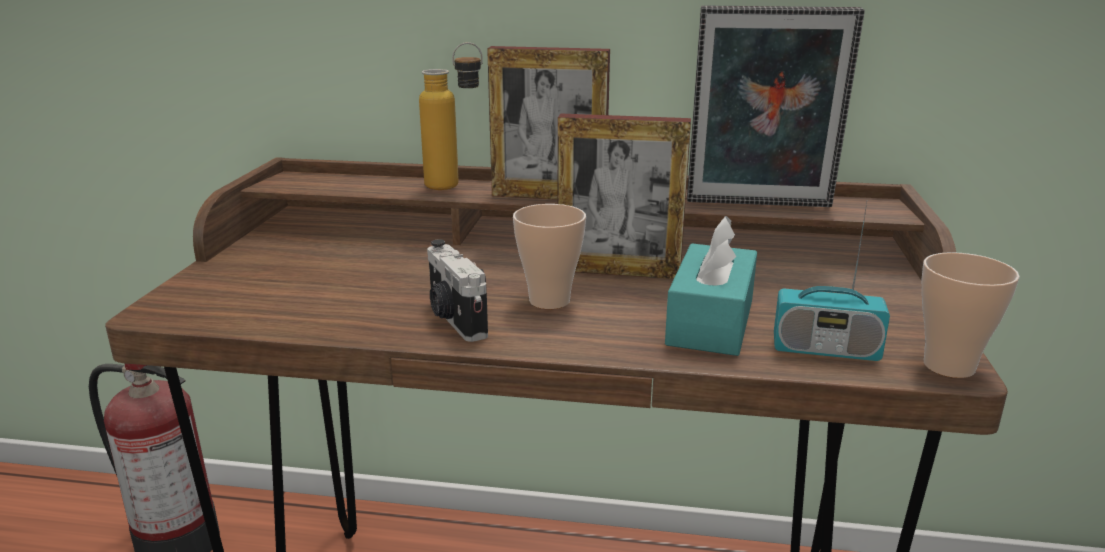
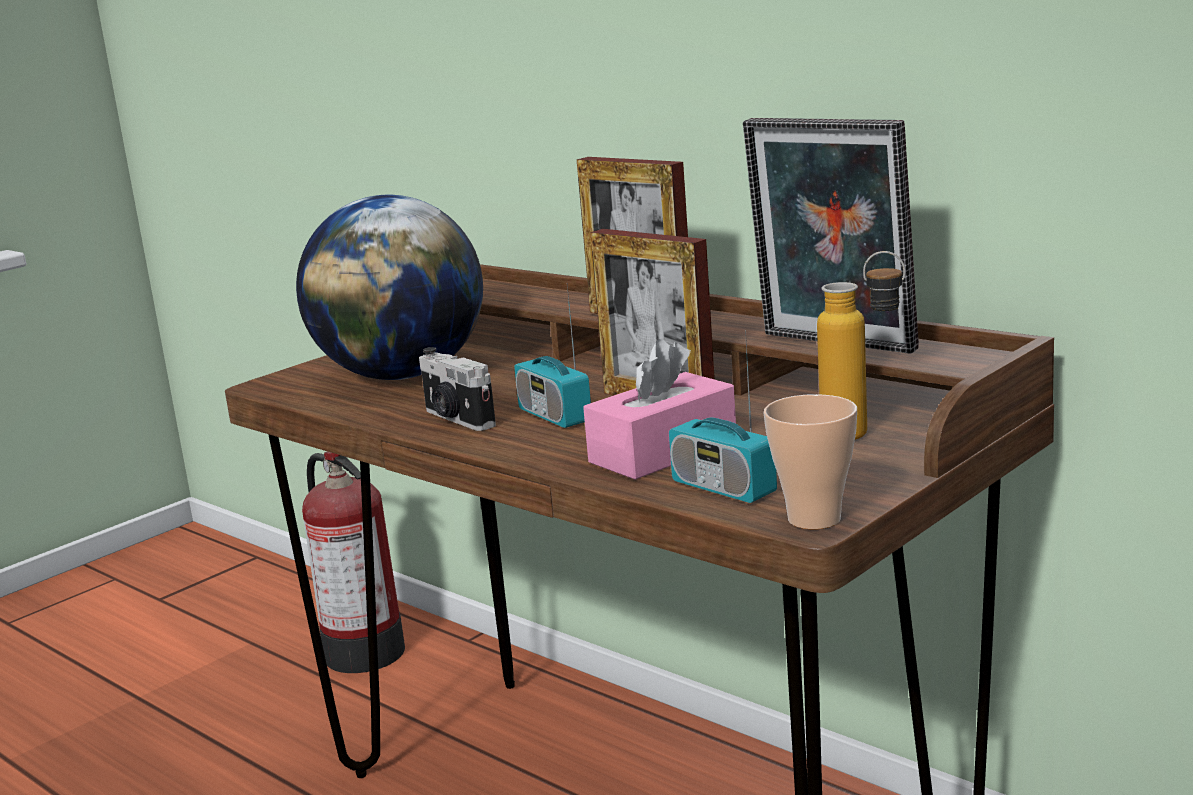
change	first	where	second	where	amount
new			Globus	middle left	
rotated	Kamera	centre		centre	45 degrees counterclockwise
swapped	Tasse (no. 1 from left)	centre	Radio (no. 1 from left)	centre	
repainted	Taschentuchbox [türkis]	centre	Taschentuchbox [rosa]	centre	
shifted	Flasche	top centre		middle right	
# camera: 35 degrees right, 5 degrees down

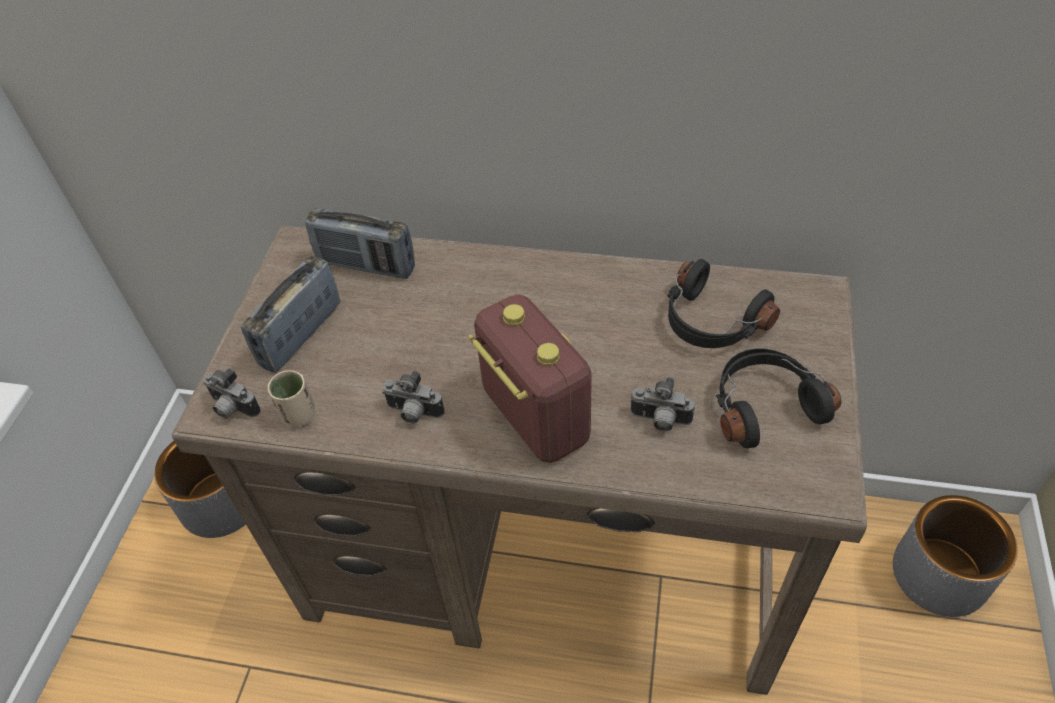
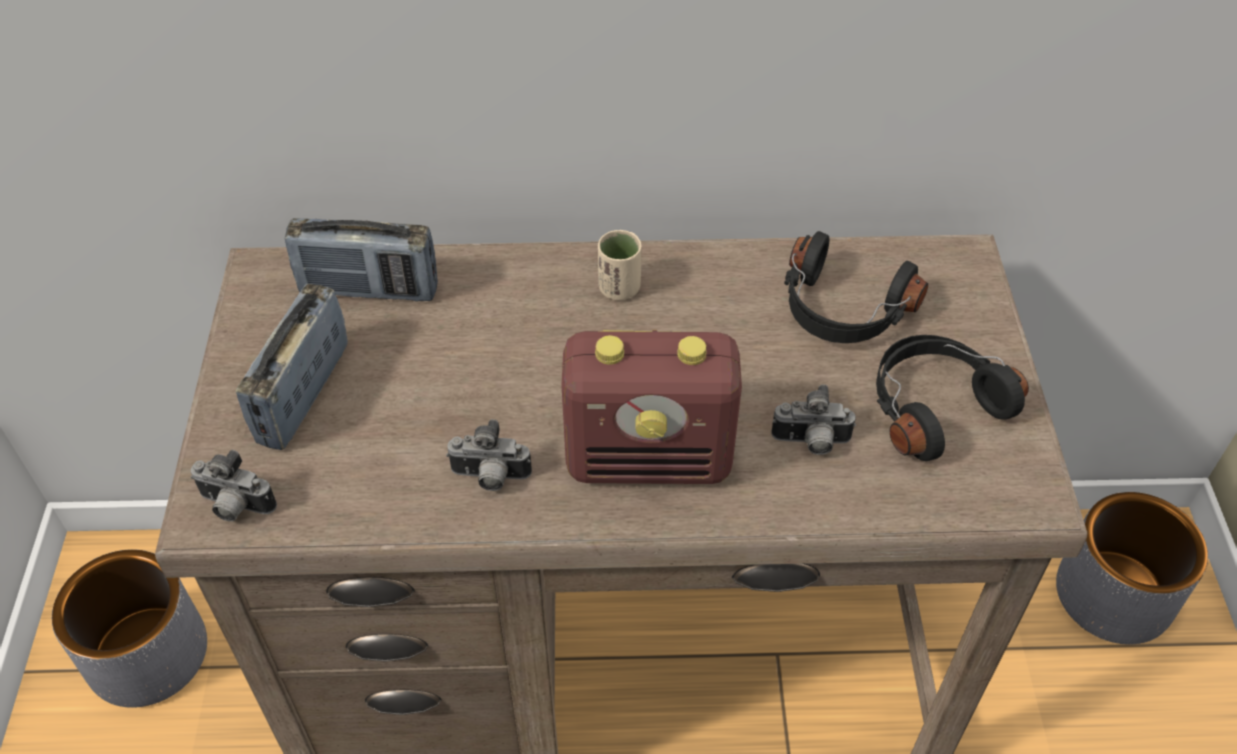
change	first	where	second	where	amount
rotated	Radio (no. 3 from left)	centre		centre	135 degrees clockwise
shifted	Tasse [beige]	middle left		centre	
# camera: 15 degrees left, 0 degrees up

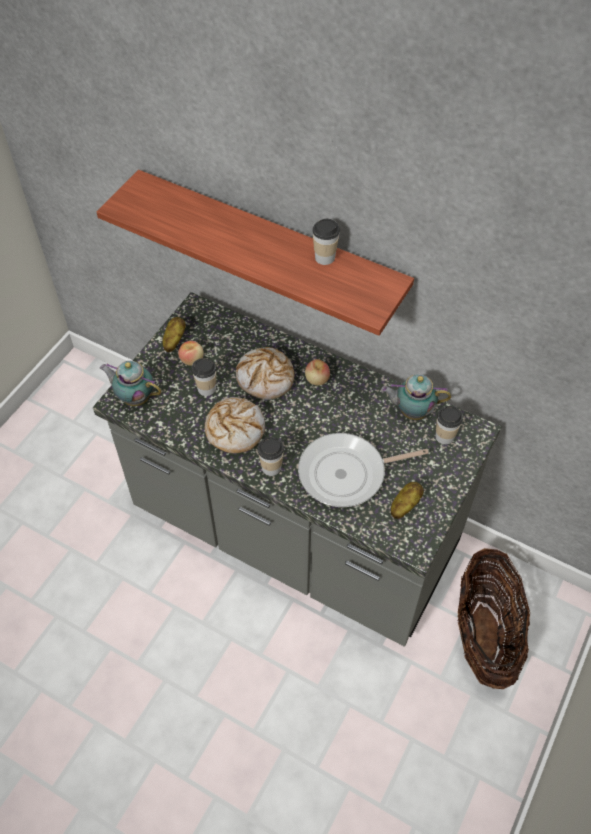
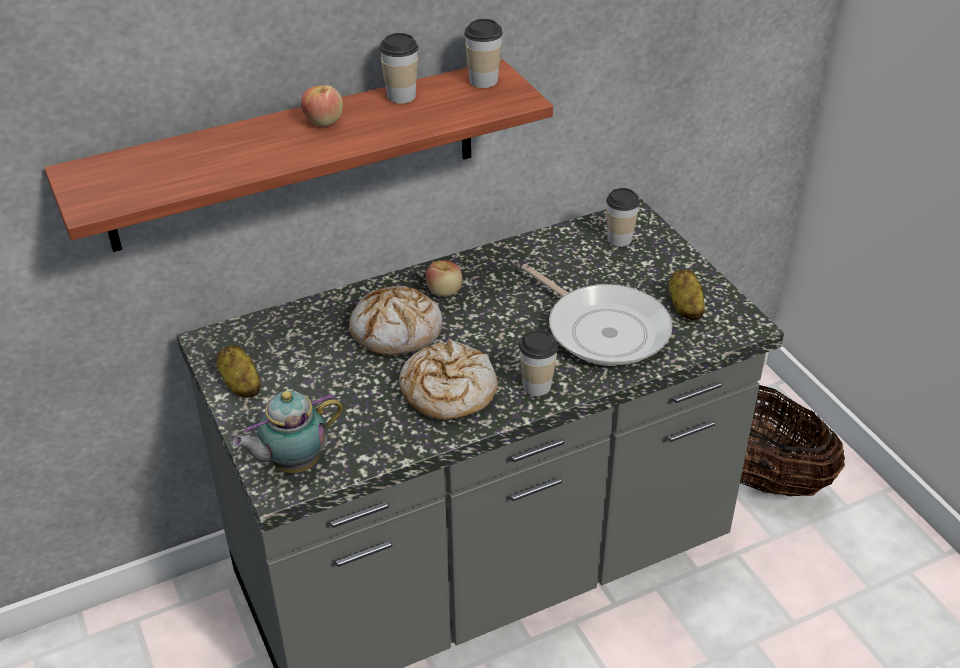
change	first	where	second	where	amount
shifted	Apfel (no. 1 from left)	middle left		top centre	
shifted	Tasse (no. 1 from left in the first image)	centre	Tasse (no. 2 from left)	top centre	
rotated	Pfanne	centre		centre	60 degrees counterclockwise
gone	Teekanne (no. 2 from left)	middle right			
# camera: 55 degrees left, 15 degrees down

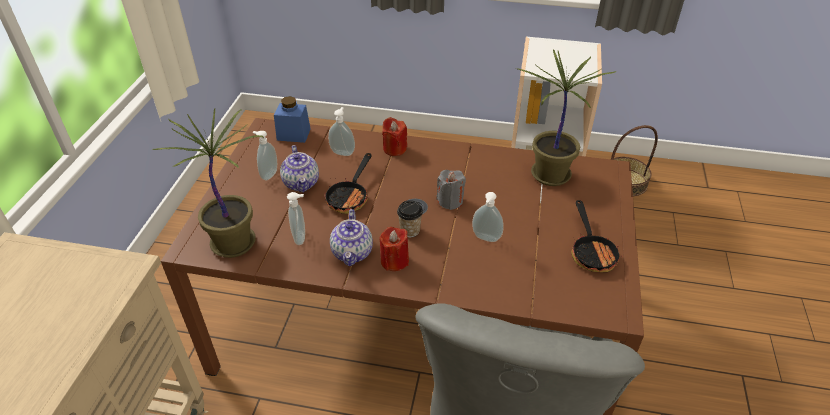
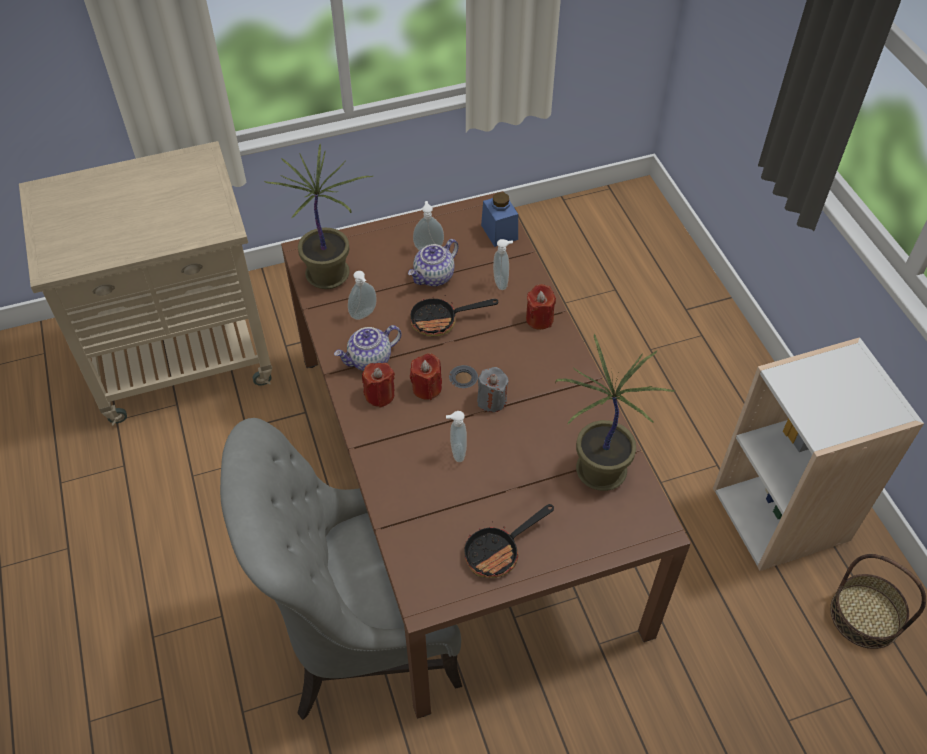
change	first	where	second	where	amount
swapped	Tasse	centre	Kerze [rot] (no. 2 from left)	centre	
# camera: 60 degrees right, 10 degrees up

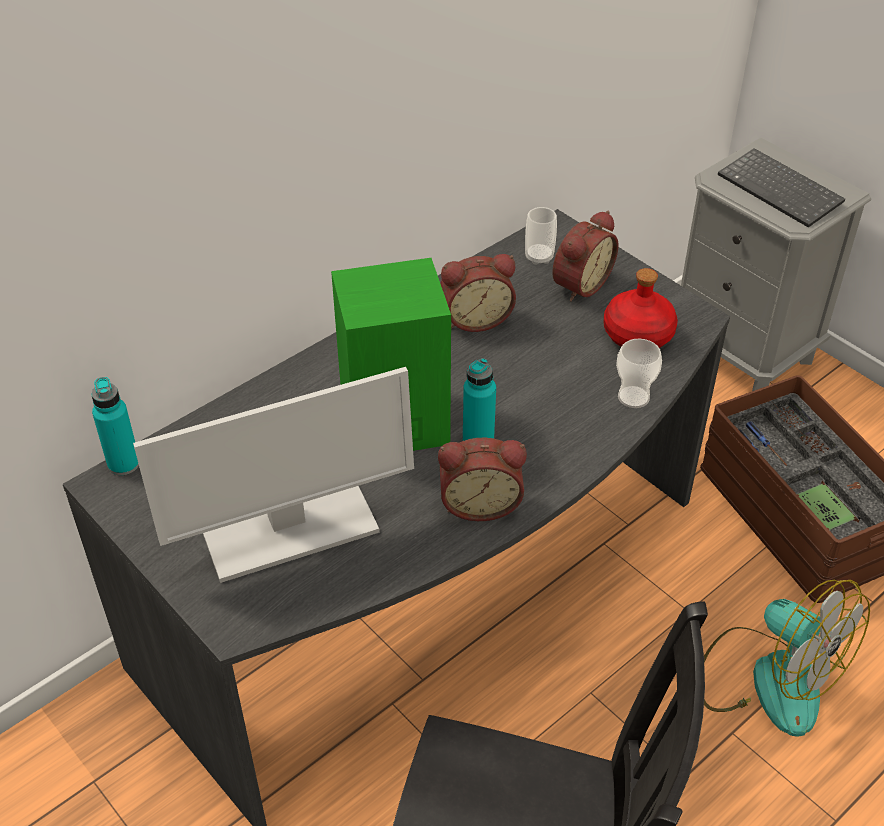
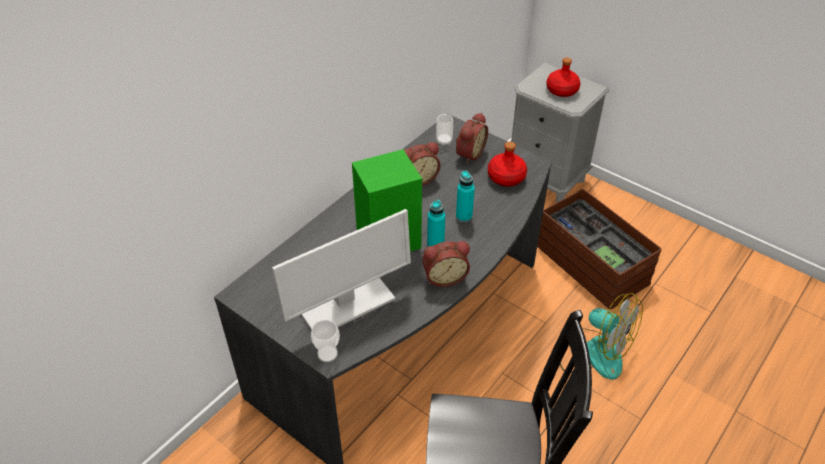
change	first	where	second	where	amount
shifted	Tasse (no. 2 from left in the first image)	middle right	Tasse (no. 1 from left)	bottom centre	
shifted	Flasche [türkis] (no. 1 from left in the first image)	middle left	Flasche [türkis] (no. 2 from left)	centre	
swapped	Tastatur	top right	Flasche [rot] (no. 2 from left)	top right	
# camera: 10 degrees left, 0 degrees up

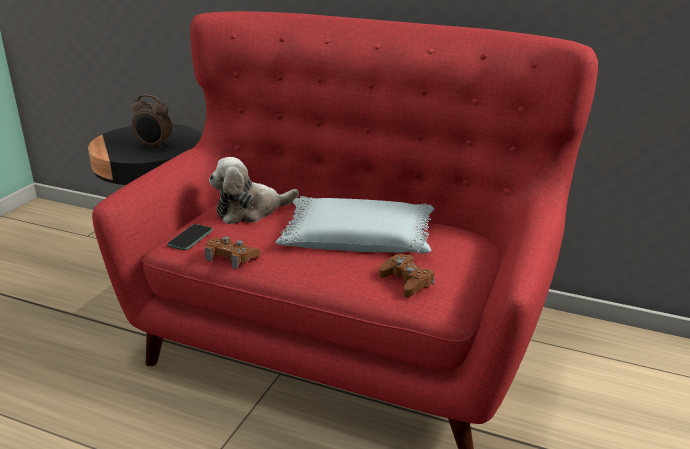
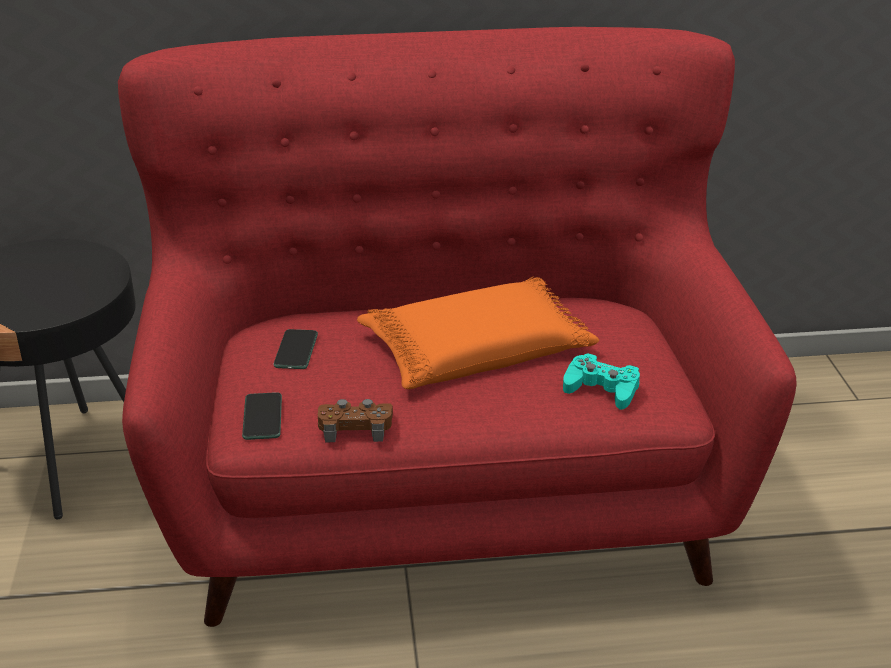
change	first	where	second	where	amount
swapped	Plüschtier	centre	Handy (no. 2 from left)	middle left	
repainted	Kissen [blau]	centre	Kissen [orange]	centre	
repainted	Gamepad [braun] (no. 2 from left)	centre	Gamepad [türkis]	middle right	
gone	Wecker	top left			
# camera: 30 degrees left, 5 degrees up

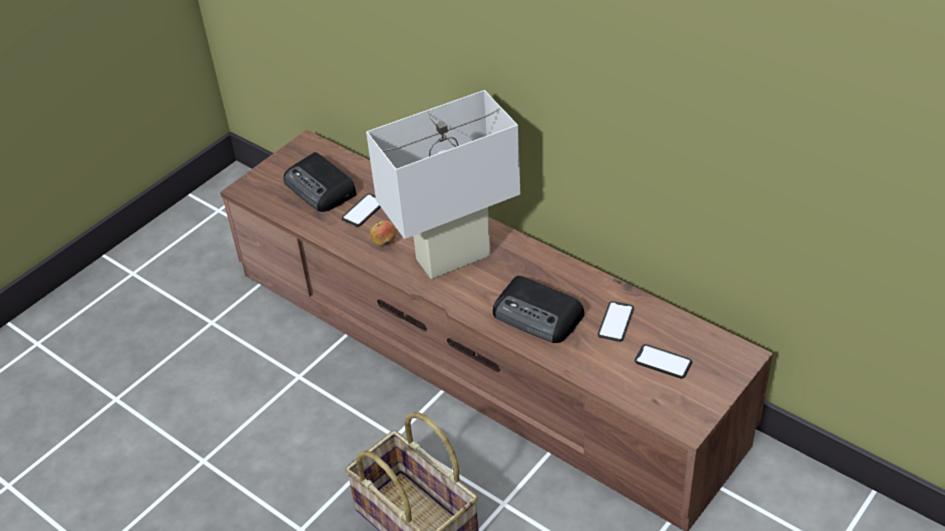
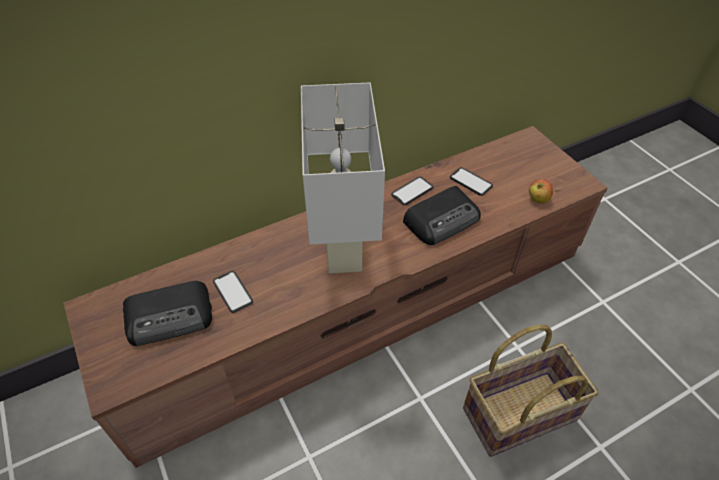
change	first	where	second	where	amount
shifted	Handy (no. 3 from left in the first image)	bottom right	Handy (no. 2 from left)	centre	
shifted	Apfel	centre		middle right	
# camera: 70 degrees left, 5 degrees up

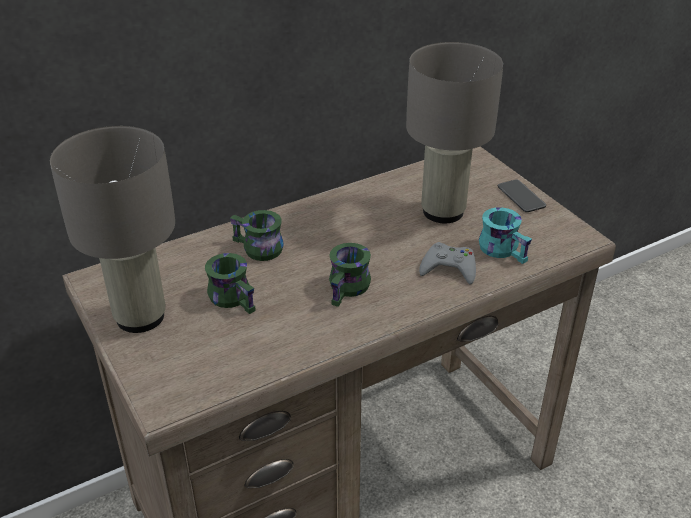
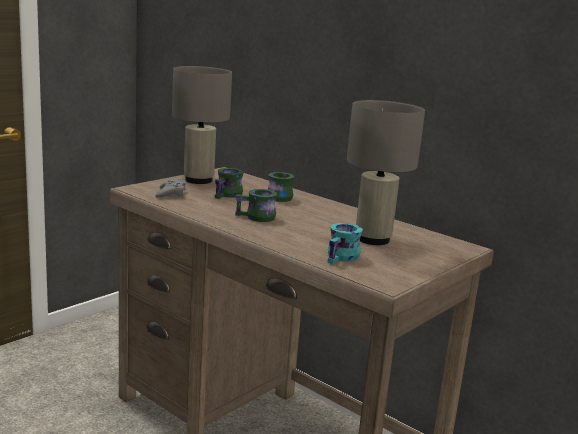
change	first	where	second	where	amount
shifted	Gamepad [grau]	centre		middle left	
gone	Handy	middle right			
# camera: 70 degrees right, 20 degrees down

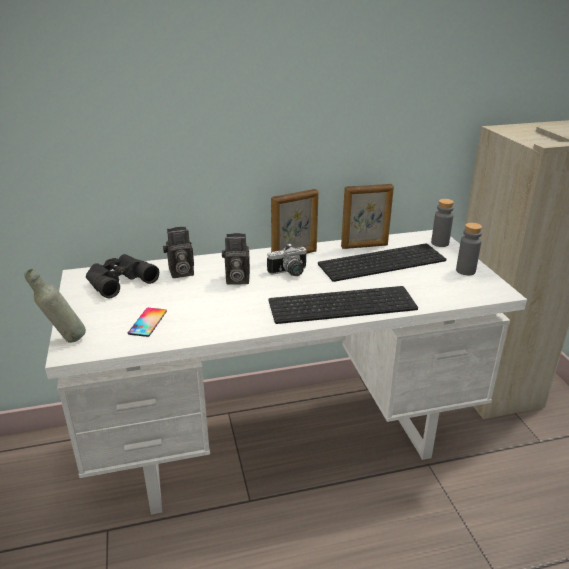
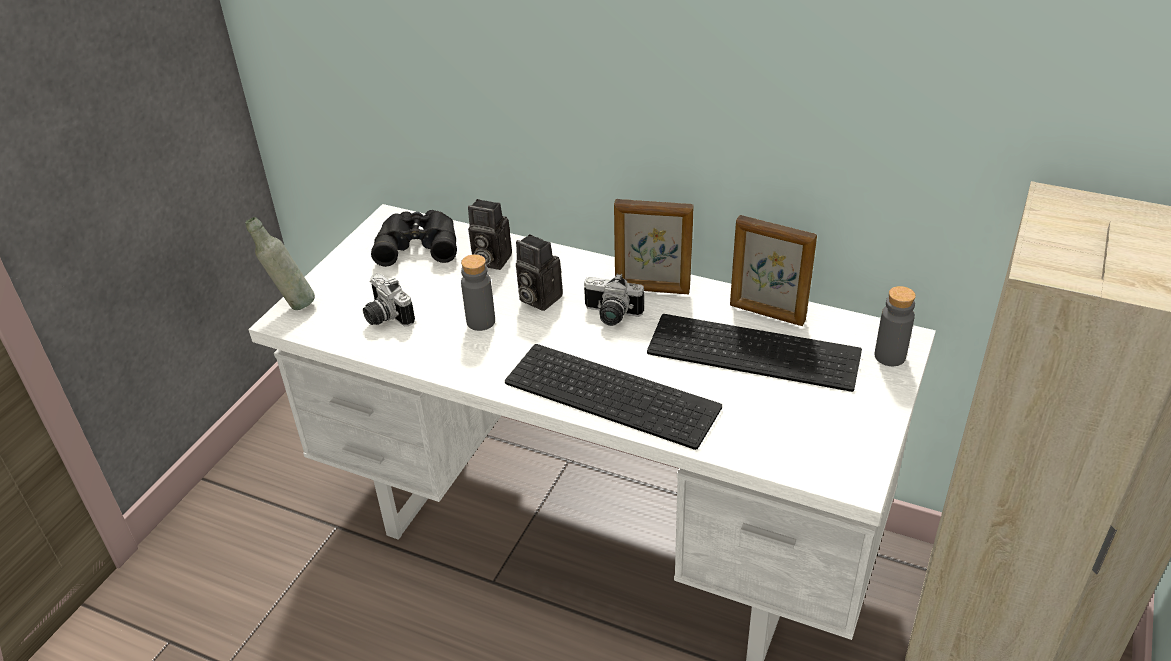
change	first	where	second	where	amount
swapped	Handy	middle left	Kamera (no. 1 from left)	middle left	
shifted	Flasche [grau] (no. 3 from left in the first image)	middle right	Flasche [grau] (no. 2 from left)	centre	
# camera: 40 degrees right, 10 degrees up

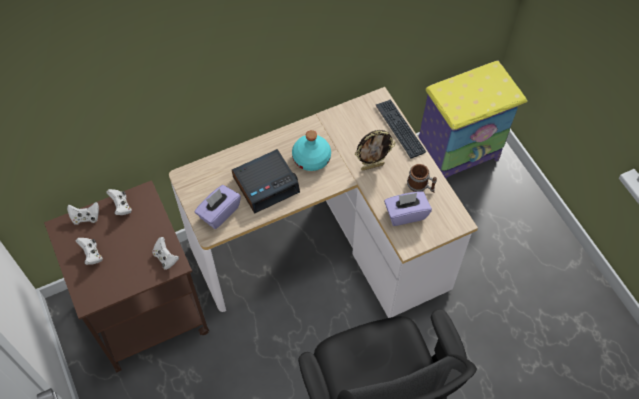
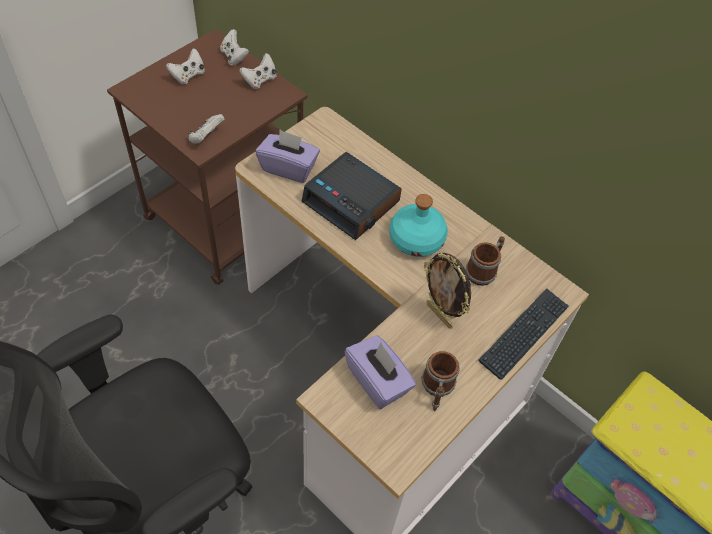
change	first	where	second	where	amount
new			Henkelbecher (no. 2 from left)	middle right	
# camera: 65 degrees right, 5 degrees down

